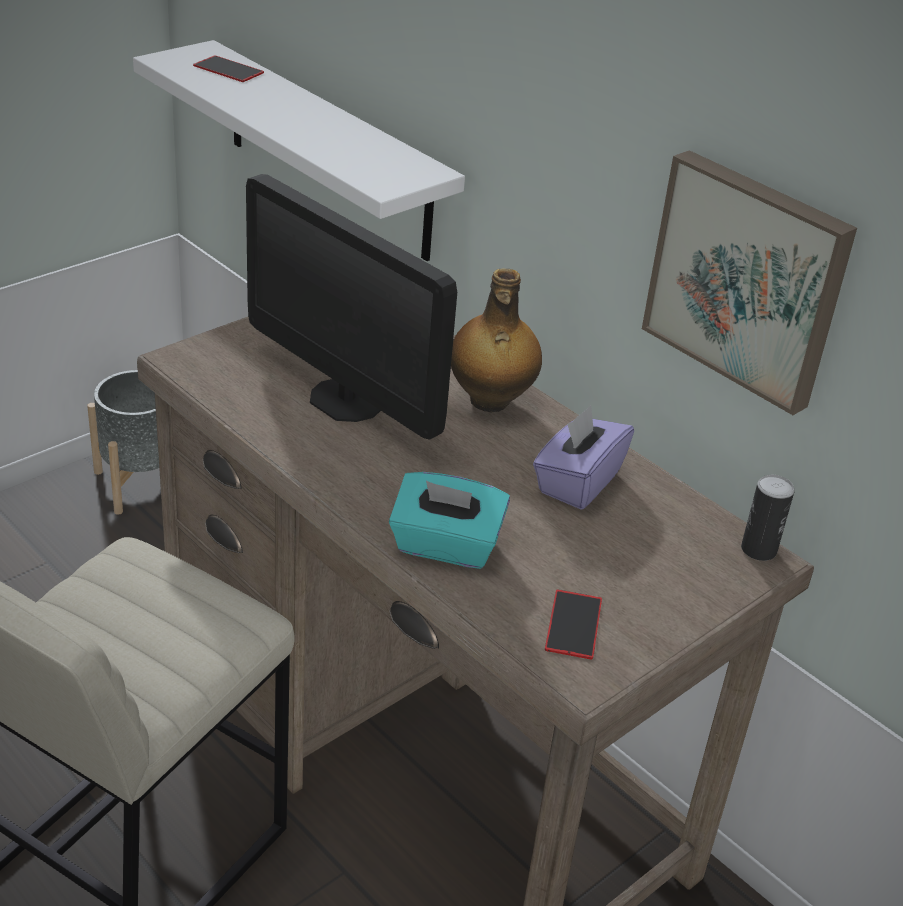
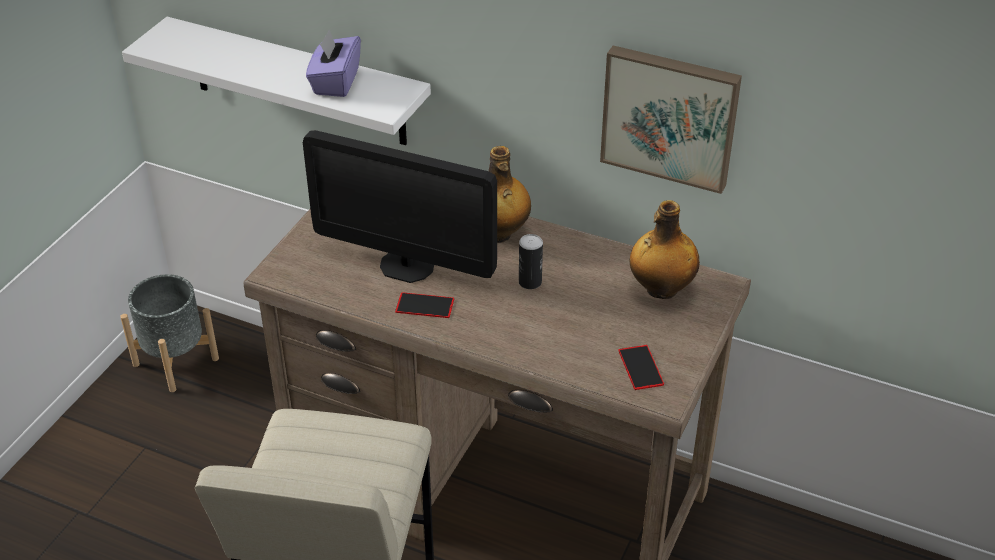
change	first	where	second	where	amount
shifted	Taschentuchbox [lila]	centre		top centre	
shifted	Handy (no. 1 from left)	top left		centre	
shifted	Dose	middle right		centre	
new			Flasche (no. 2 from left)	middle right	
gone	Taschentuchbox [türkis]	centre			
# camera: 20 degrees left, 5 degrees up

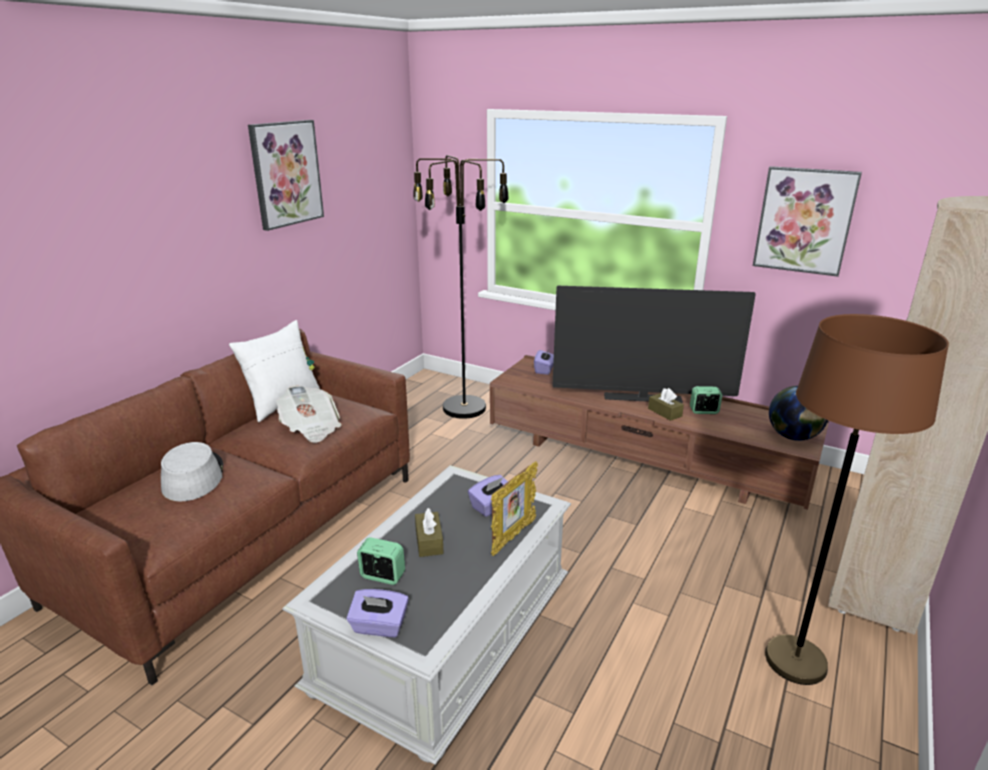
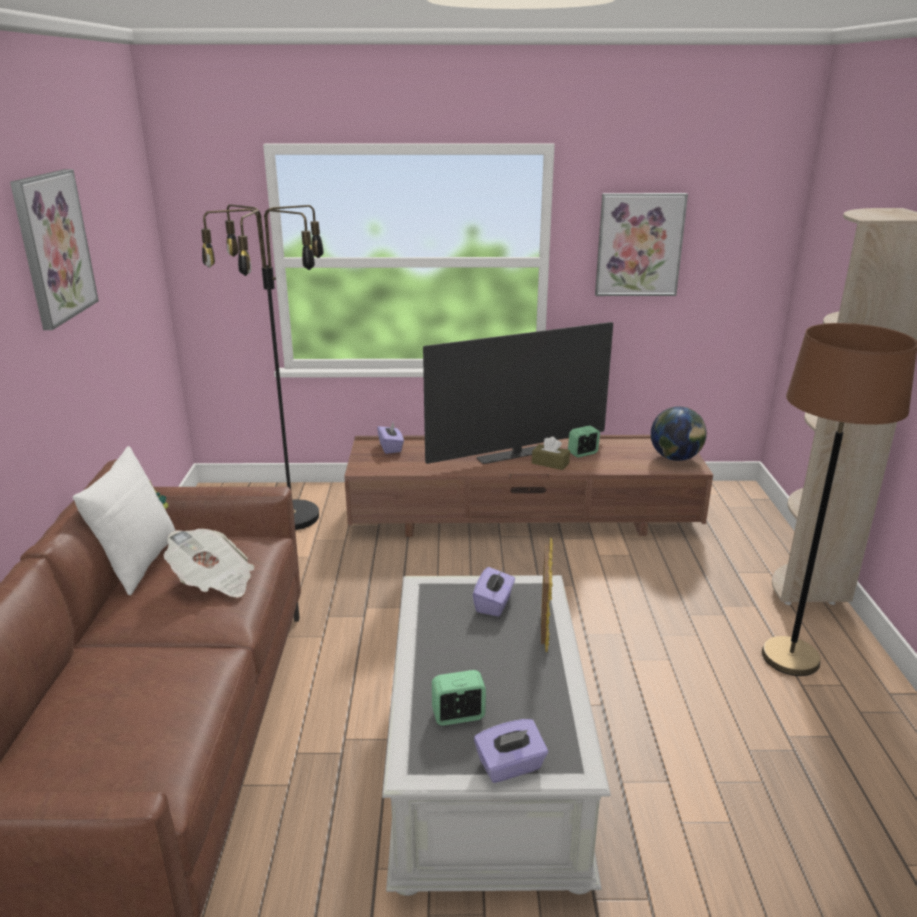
change	first	where	second	where	amount
gone	Hut [grau]	middle left			
gone	Taschentuchbox [braun] (no. 1 from left)	bottom centre			
# camera: 30 degrees left, 0 degrees up

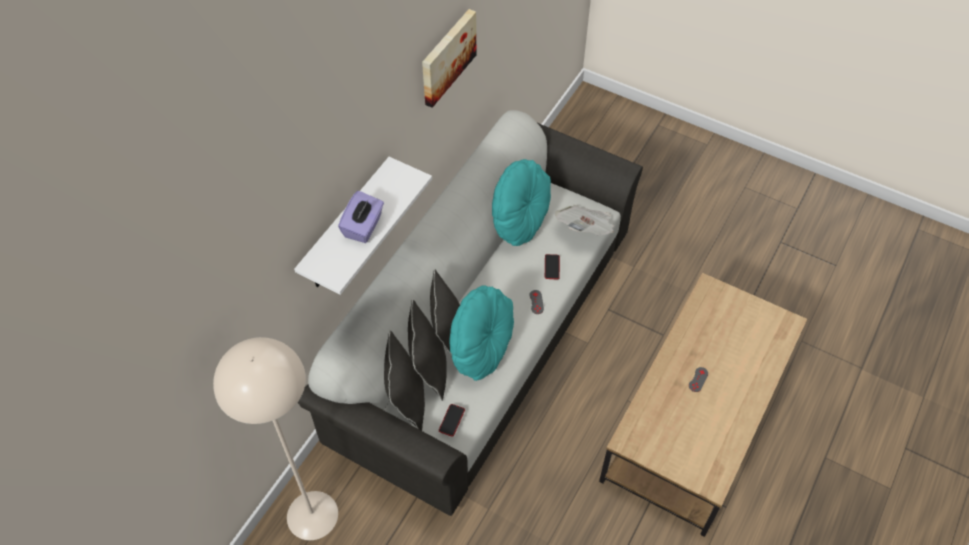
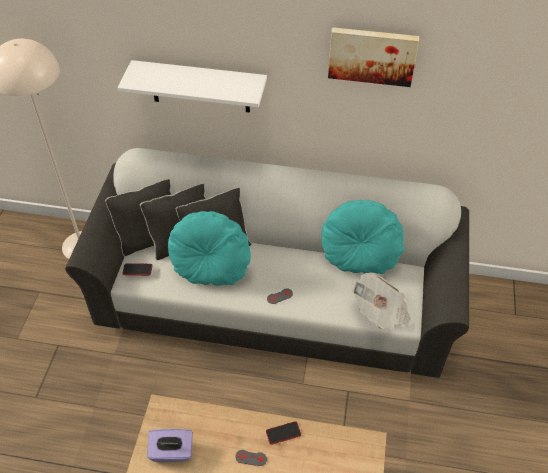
change	first	where	second	where	amount
shifted	Taschentuchbox [lila]	centre		bottom left	
shifted	Handy (no. 2 from left)	centre		bottom centre	
# camera: 70 degrees right, 5 degrees down

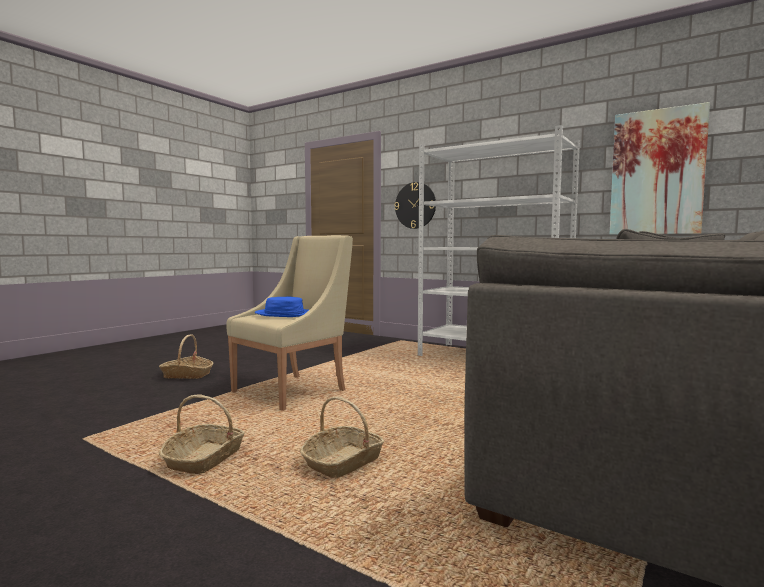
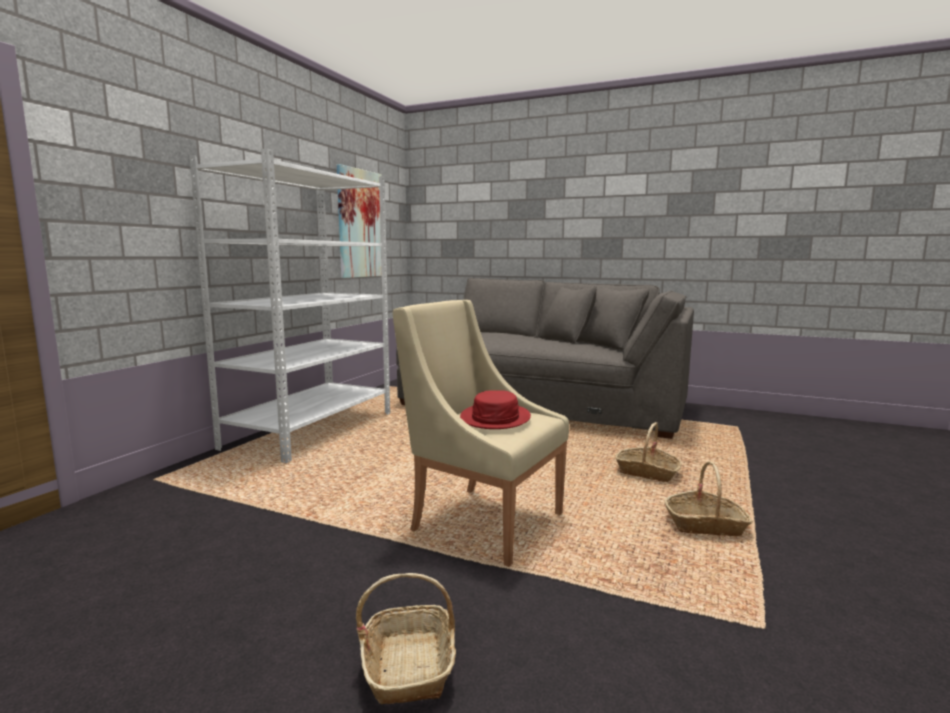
change	first	where	second	where	amount
repainted	Hut [blau]	centre	Hut [rot]	centre	
gone	Wanduhr	centre			
# camera: 100 degrees left, 5 degrees up

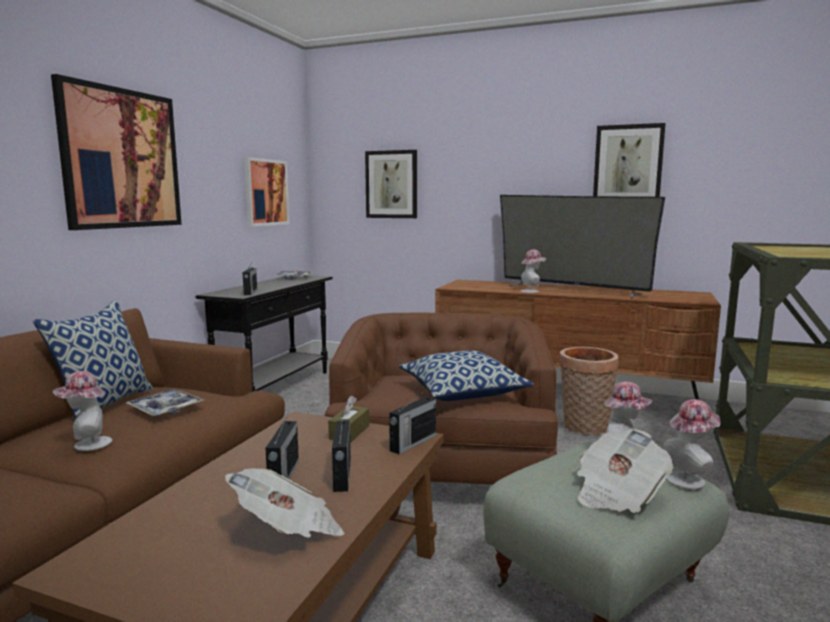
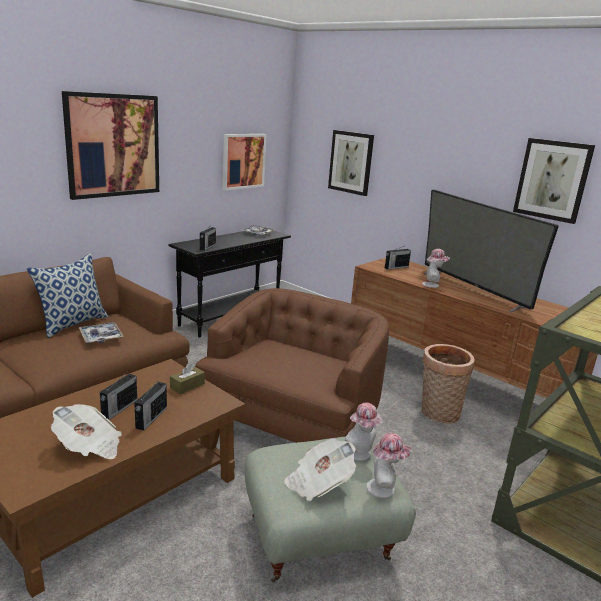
change	first	where	second	where	amount
shifted	Radio (no. 4 from left)	bottom centre		centre	
gone	Hut (no. 1 from left)	middle left			
gone	Kissen (no. 2 from left)	centre			
# camera: 20 degrees right, 10 degrees up

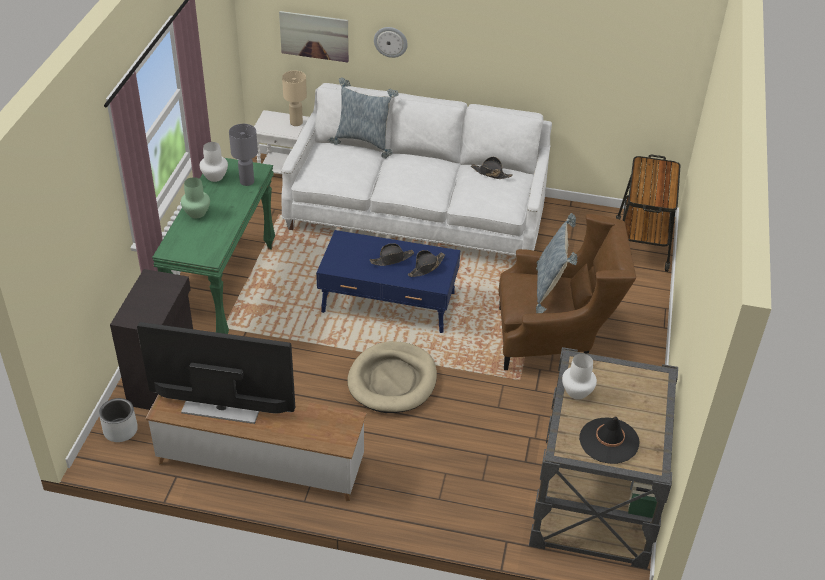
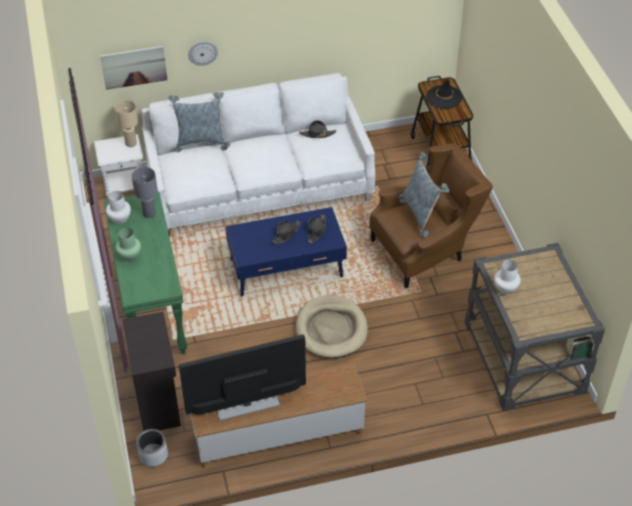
change	first	where	second	where	amount
shifted	Hut [schwarz] (no. 4 from left)	bottom right		top right	
# camera: 25 degrees left, 5 degrees up

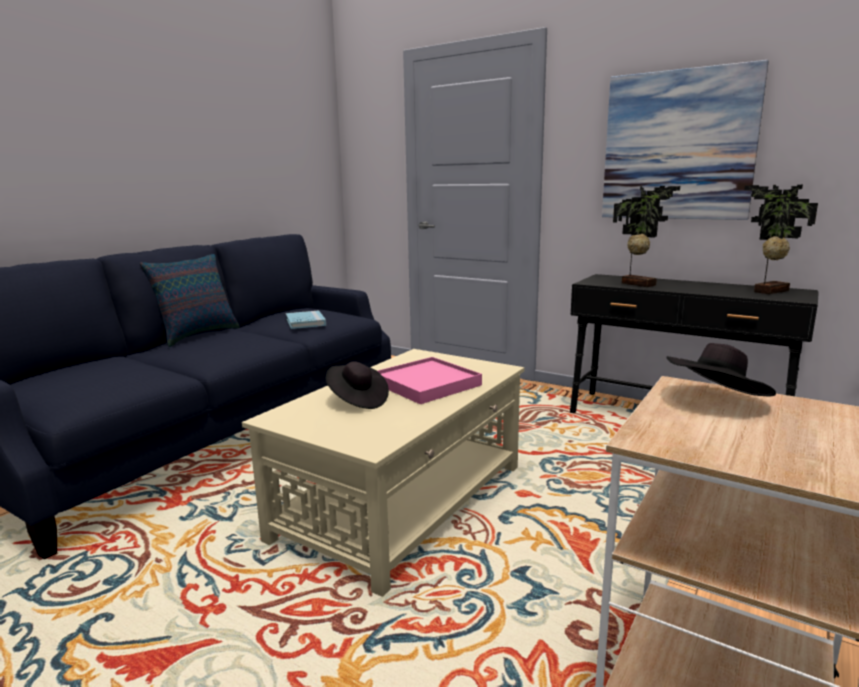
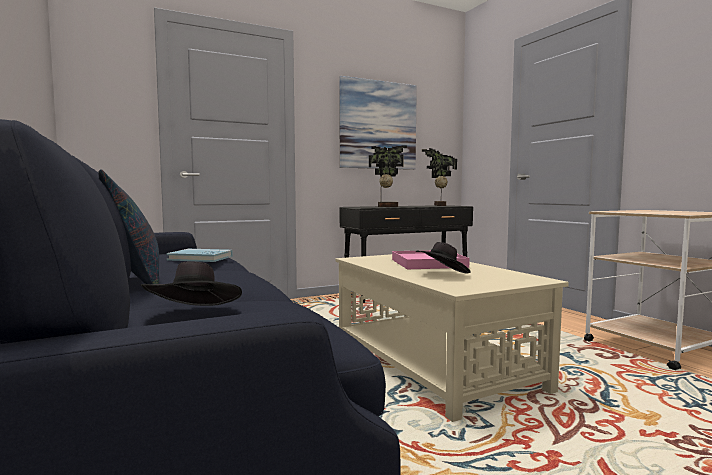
change	first	where	second	where	amount
shifted	Hut [schwarz] (no. 2 from left in the first image)	middle right	Hut [schwarz] (no. 1 from left)	middle left	
# camera: 60 degrees left, 10 degrees down

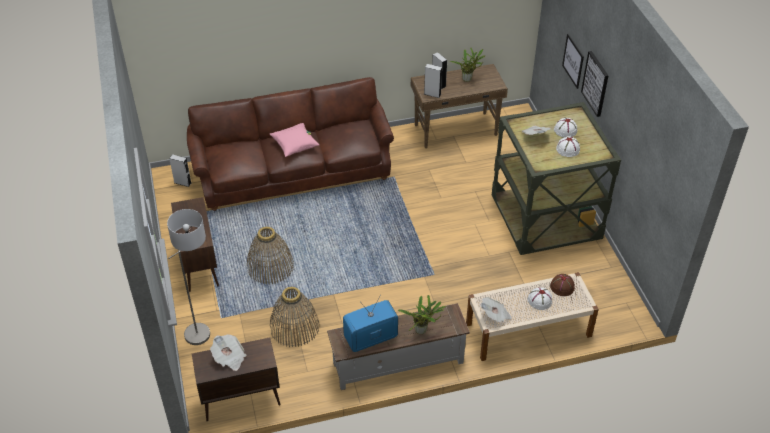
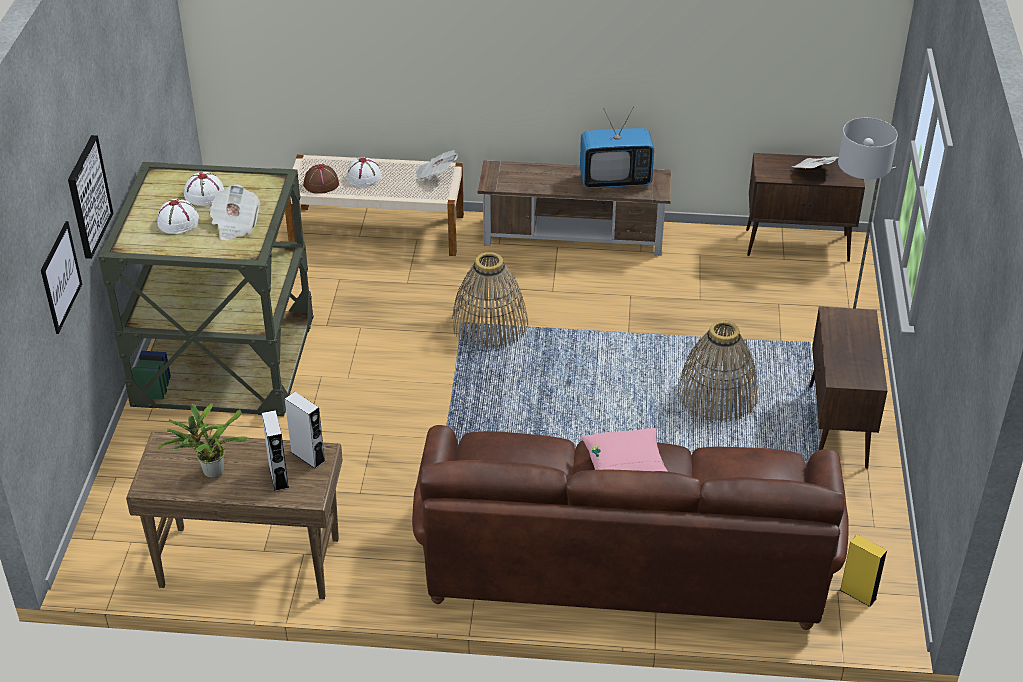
change	first	where	second	where	amount
shifted	Korb (no. 2 from left in the first image)	bottom centre	Korb (no. 1 from left)	centre	
repainted	Lautsprecher [grau] (no. 1 from left)	middle left	Lautsprecher [gelb]	bottom right	
gone	Topfpflanze (no. 1 from left)	bottom centre			
# camera: 160 degrees left, 5 degrees down

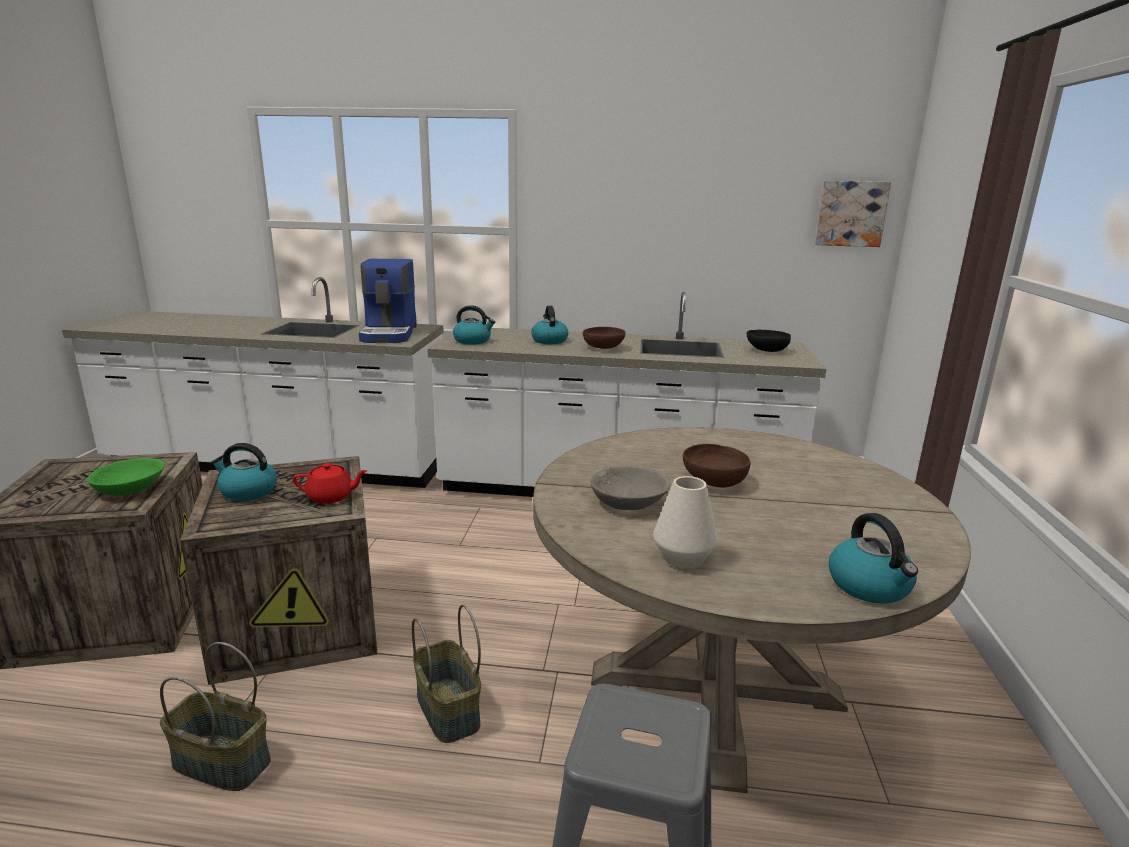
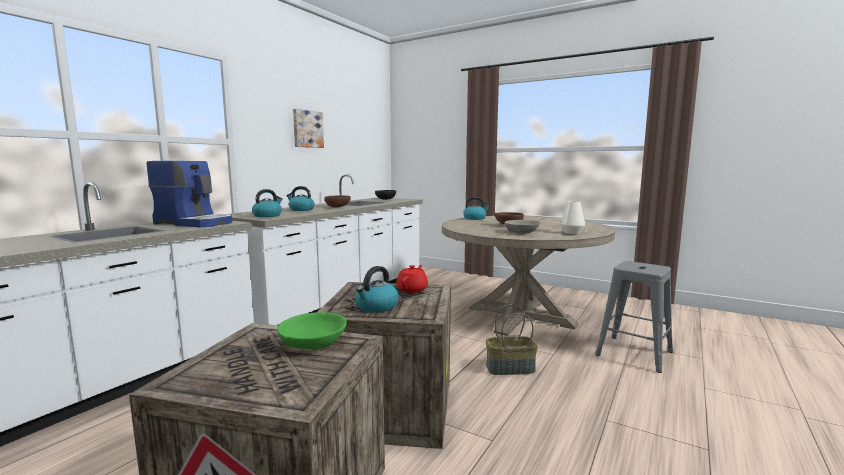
change	first	where	second	where	amount
shifted	Bild	top right		top centre	
shifted	Wasserkessel (no. 4 from left)	middle right		centre	
gone	Korb (no. 1 from left)	bottom left			
# camera: 65 degrees left, 10 degrees down

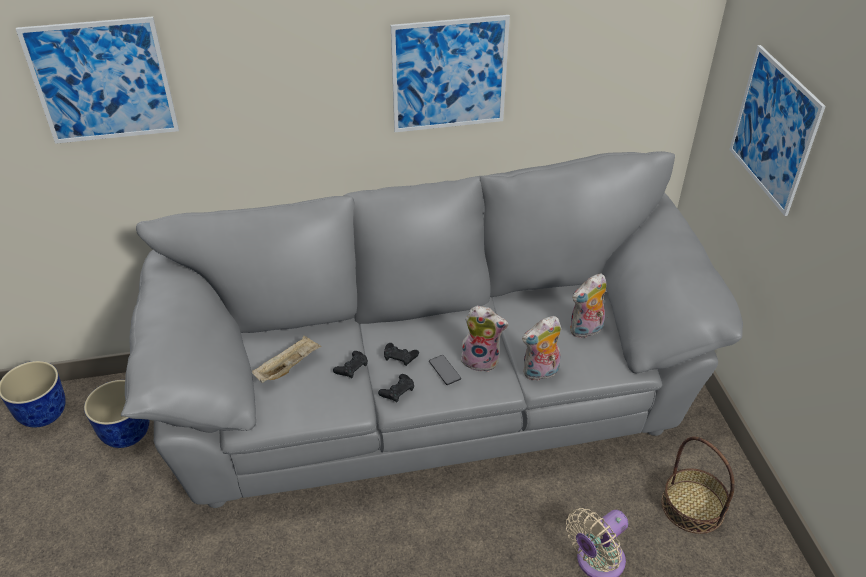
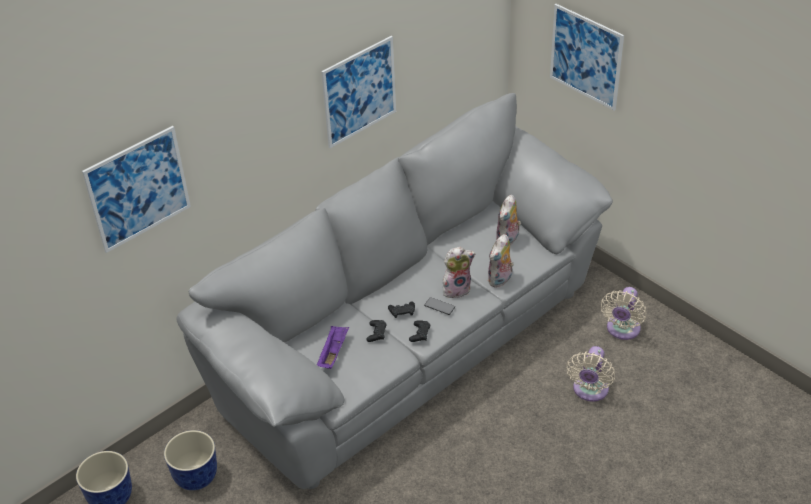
change	first	where	second	where	amount
repainted	Tablett [beige]	middle left	Tablett [lila]	bottom centre	
swapped	Korb	bottom right	Ventilator [beige] (no. 2 from left)	middle right	
# camera: 30 degrees left, 0 degrees up

